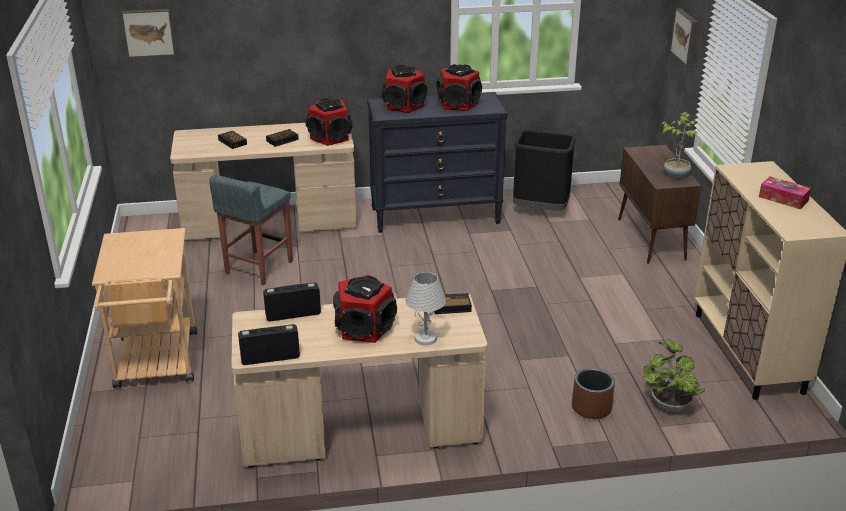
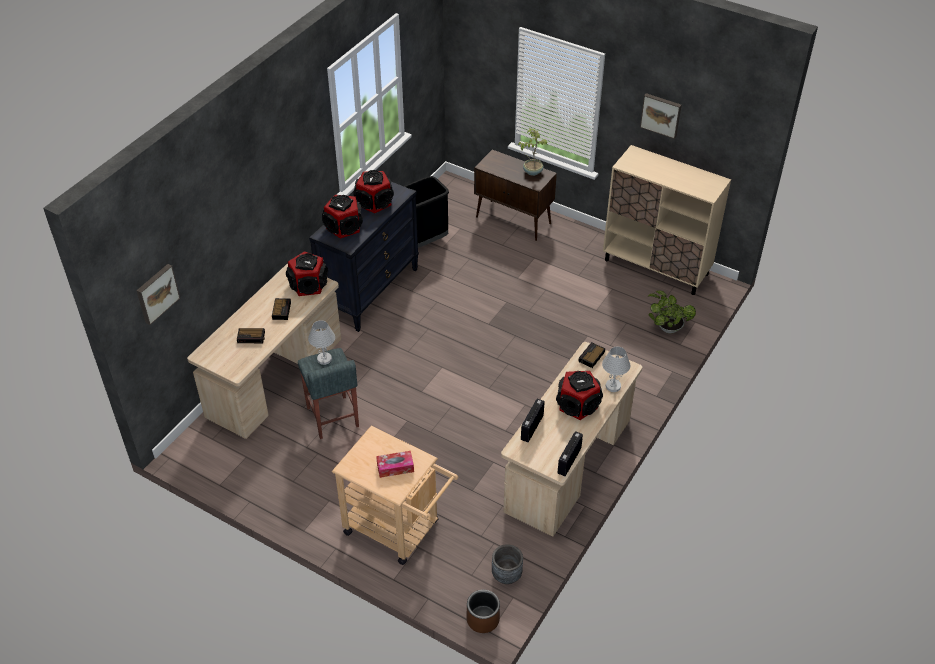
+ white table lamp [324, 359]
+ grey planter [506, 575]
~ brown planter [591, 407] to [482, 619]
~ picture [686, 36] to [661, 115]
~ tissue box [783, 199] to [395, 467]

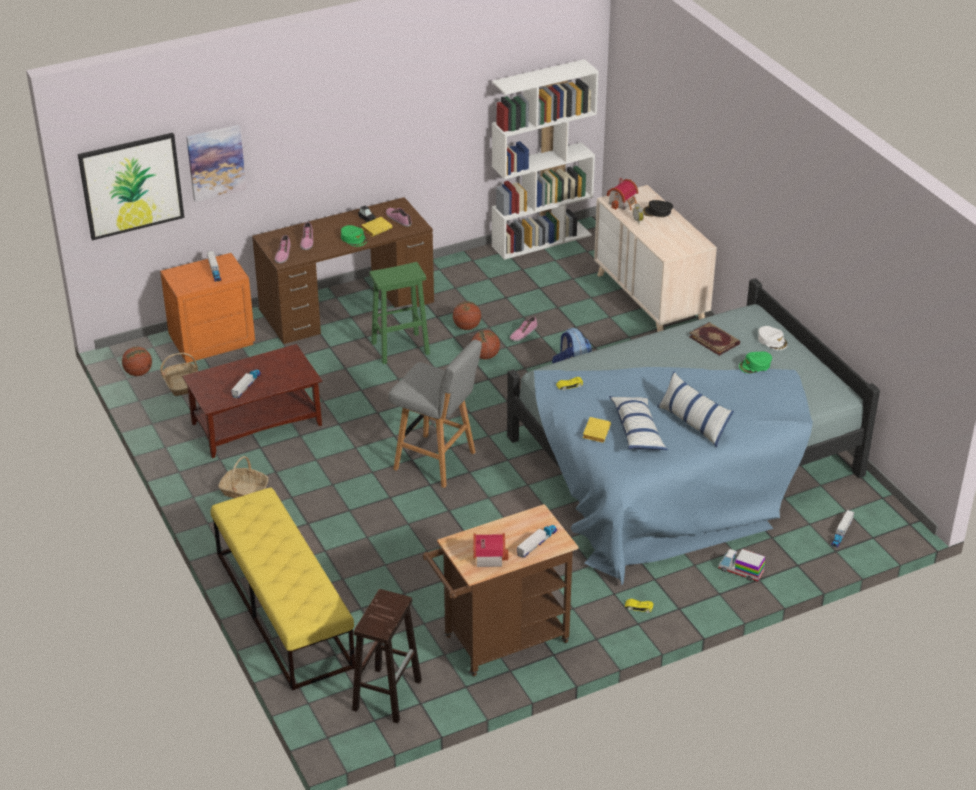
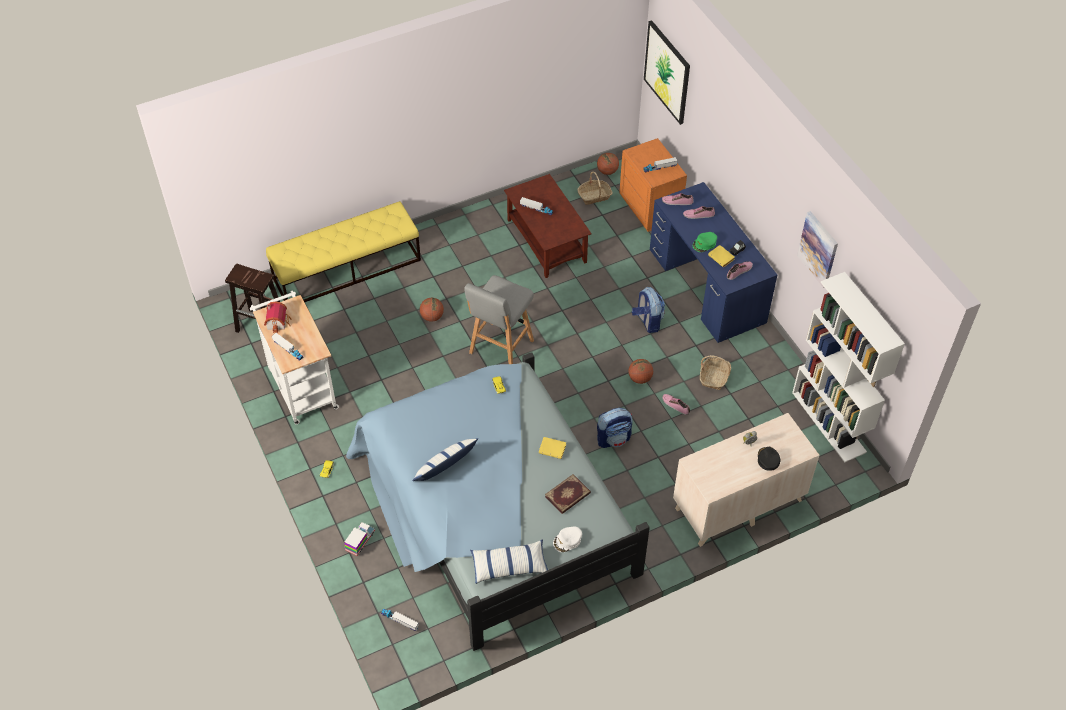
- toy house [623, 203]
- green cap [755, 365]
~ picture [216, 162] to [818, 249]
~ basket [244, 491] to [714, 377]
~ basketball [467, 327] to [432, 317]
~ yellow book [595, 431] to [553, 449]
~ pillow [637, 431] to [509, 565]
~ green stool [399, 348] to backpack [647, 321]
~ brown desk [347, 306] to blue desk [706, 286]
~ brown cart [499, 643] to white cart [301, 385]

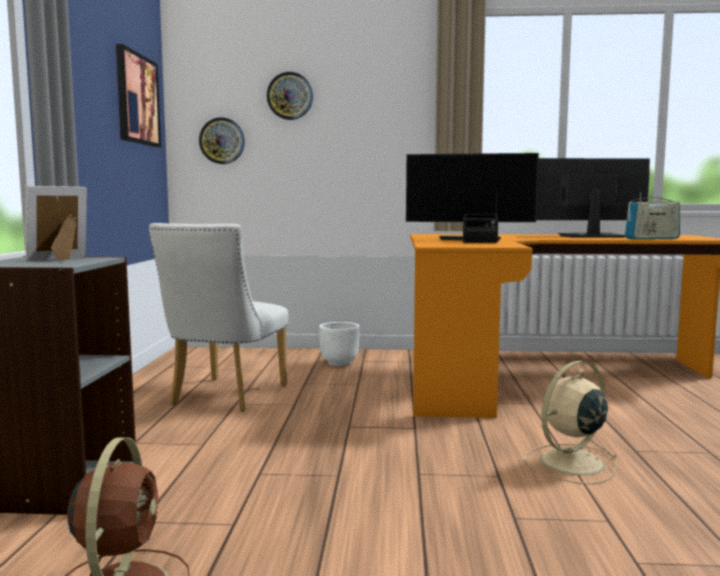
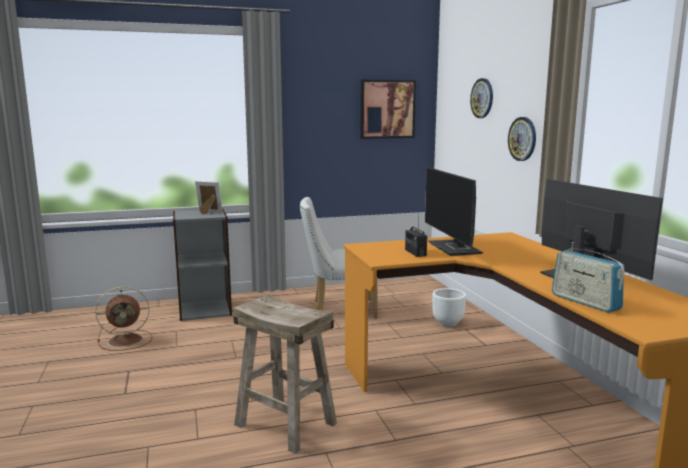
~ wall clock [222, 141] to [522, 139]
~ beige fan [570, 463] to beige stool [284, 424]

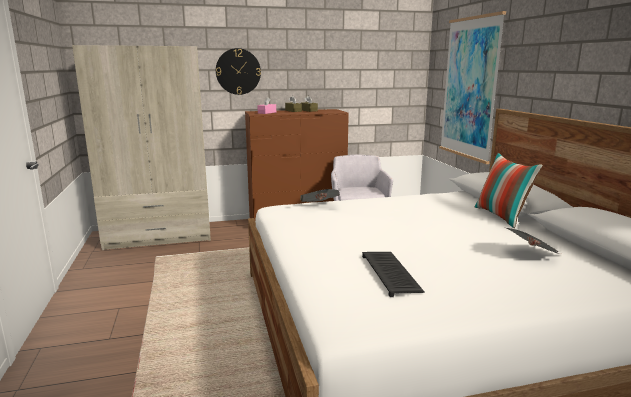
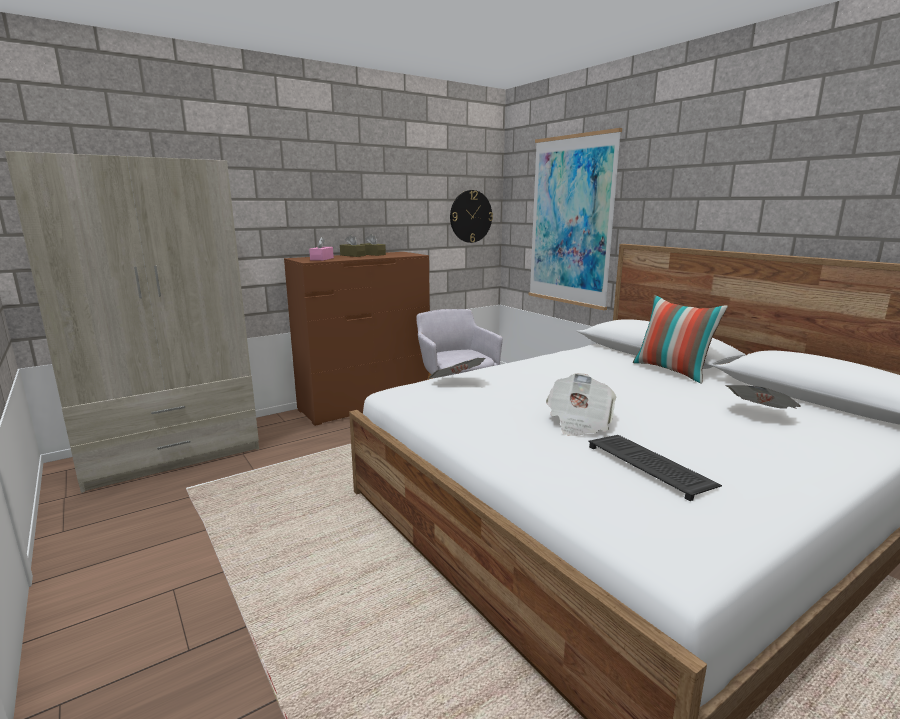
+ newspaper [579, 422]
~ wall clock [238, 71] to [470, 216]

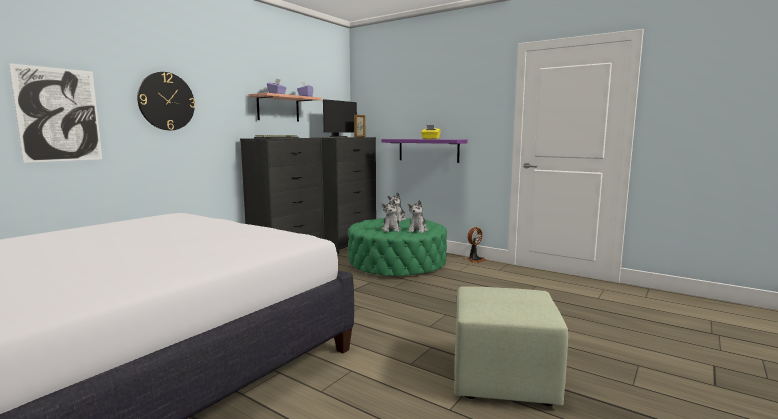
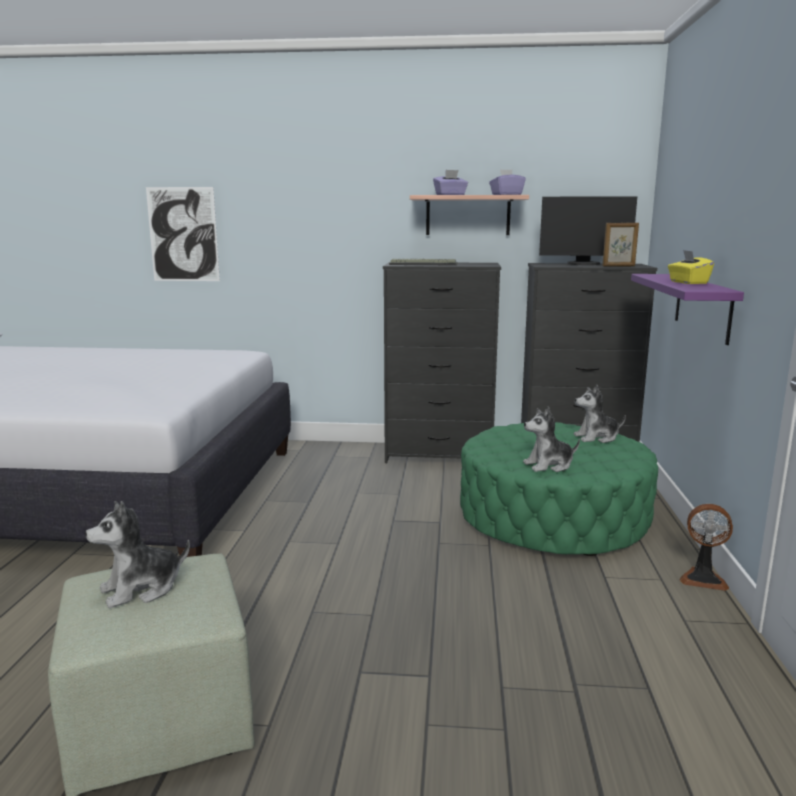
- wall clock [166, 101]
~ plush toy [391, 229] to [141, 589]

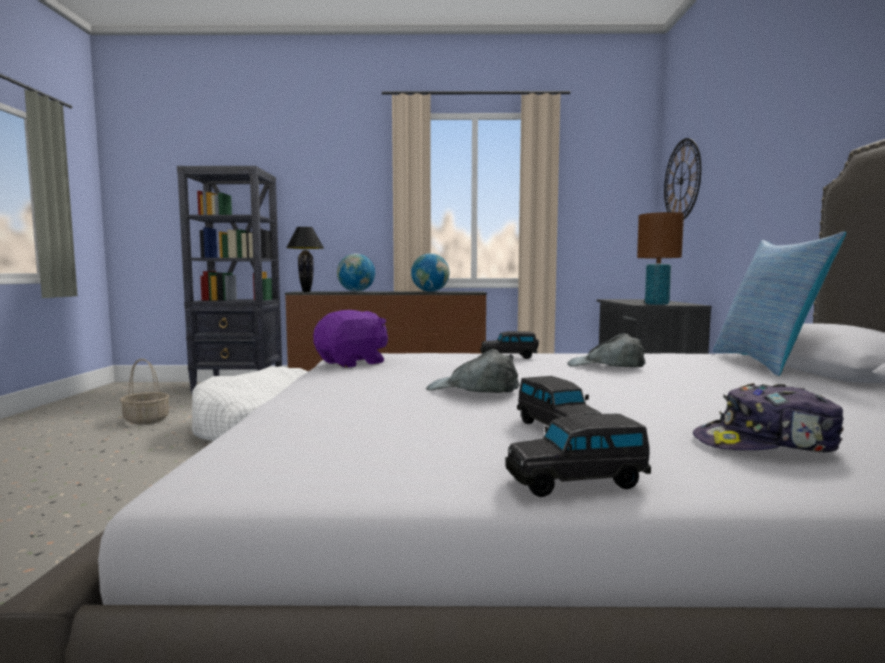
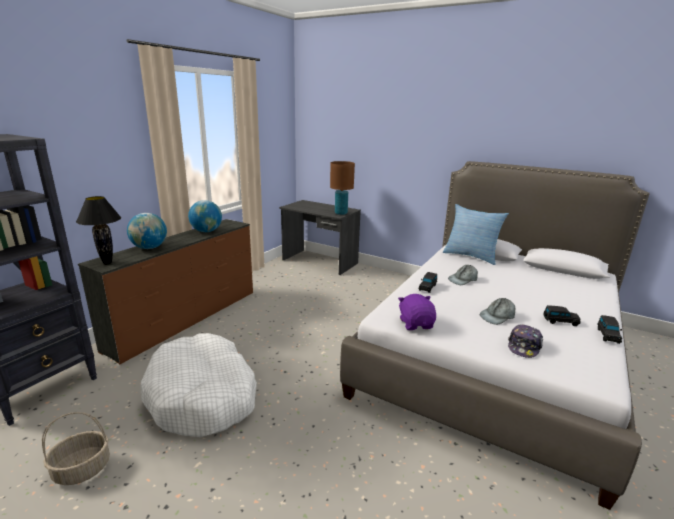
- wall clock [681, 180]
~ cap [766, 444] to [524, 346]

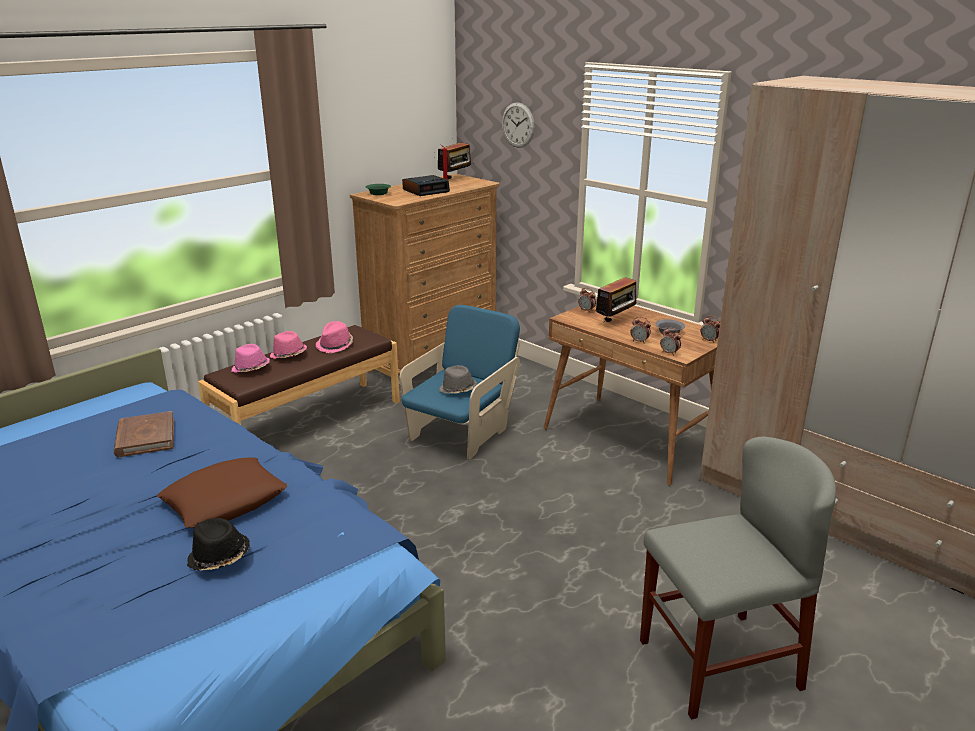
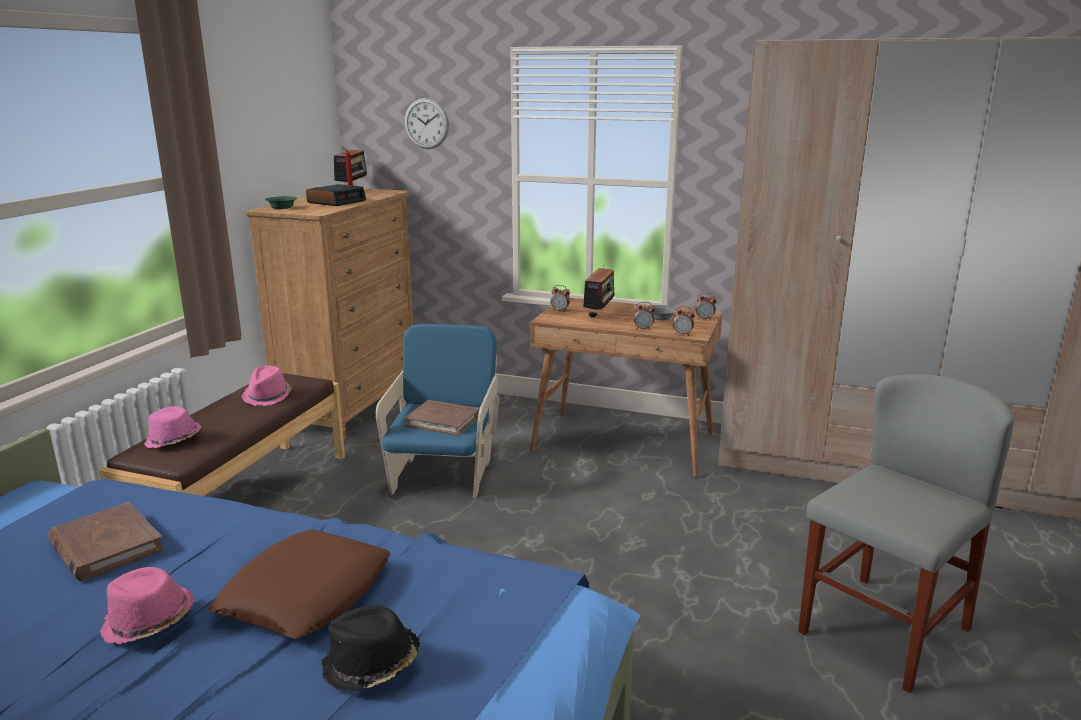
~ pink hat [288, 355] to [148, 623]
~ grey hat [457, 390] to brown book [443, 421]

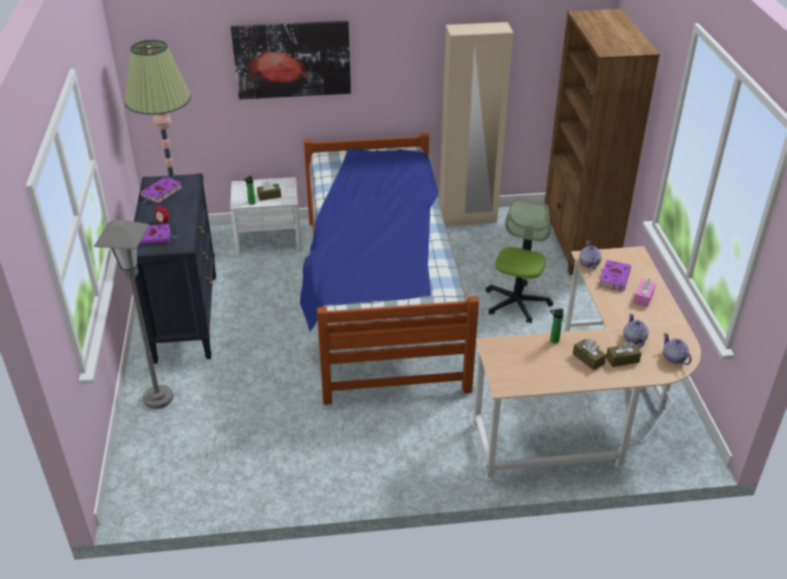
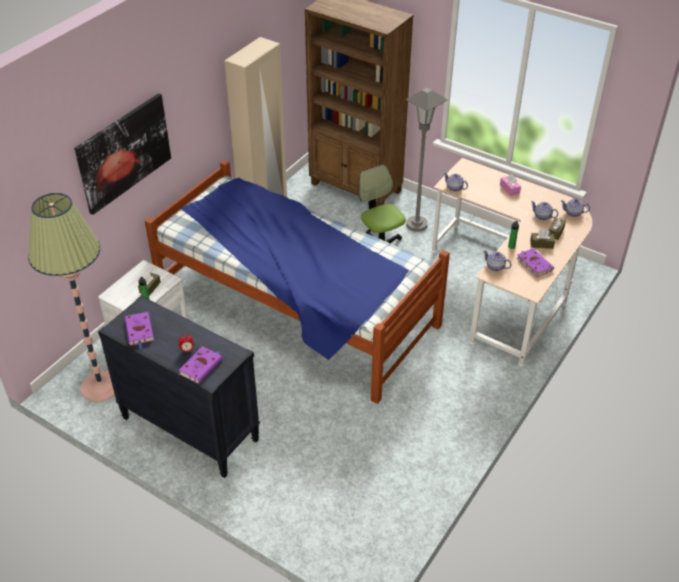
+ teapot [495, 267]
~ grey floor lamp [158, 398] to [416, 225]
~ purple book [614, 277] to [533, 264]

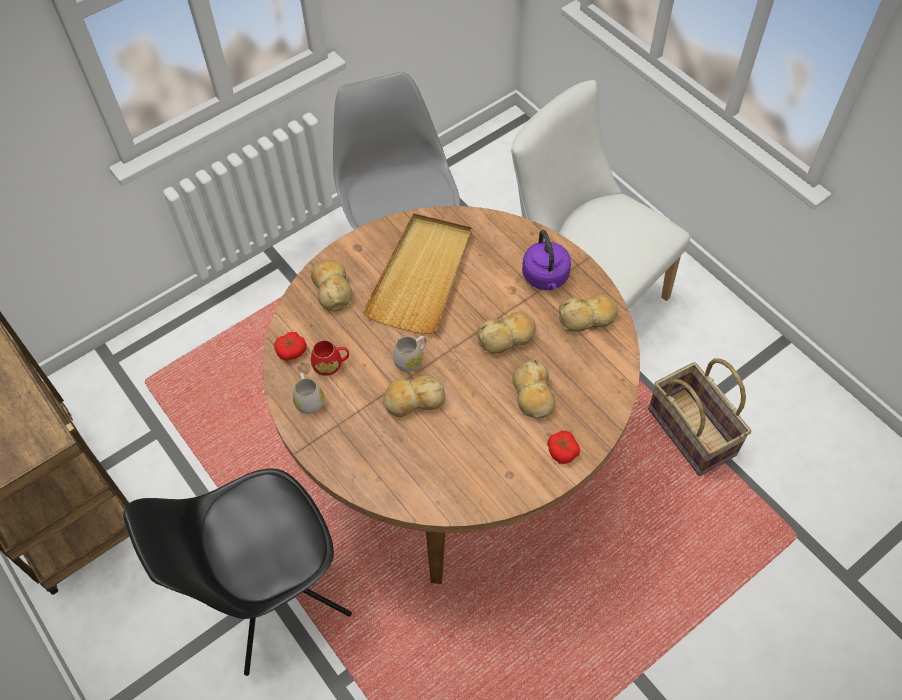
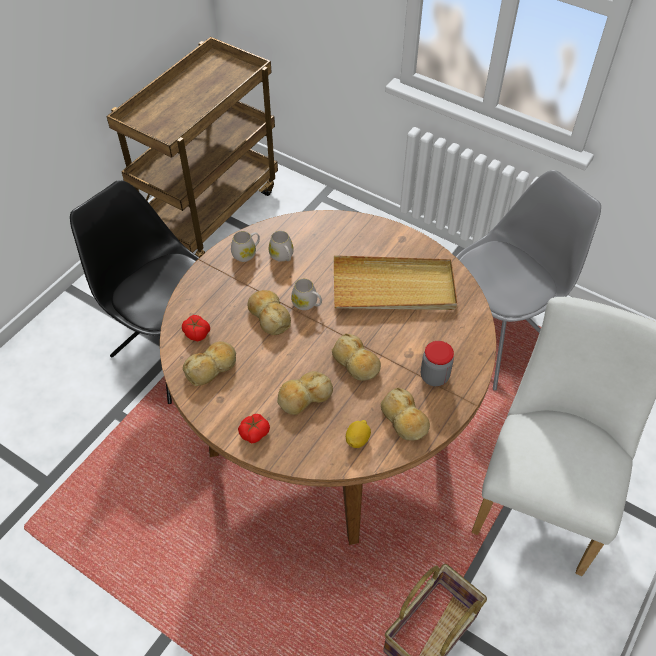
+ lemon [357, 439]
~ tomato [291, 351] to [196, 333]
~ bread [332, 289] to [212, 367]
~ purple kettle [546, 278] to jar [434, 376]
~ red mug [331, 365] to white mug [283, 257]

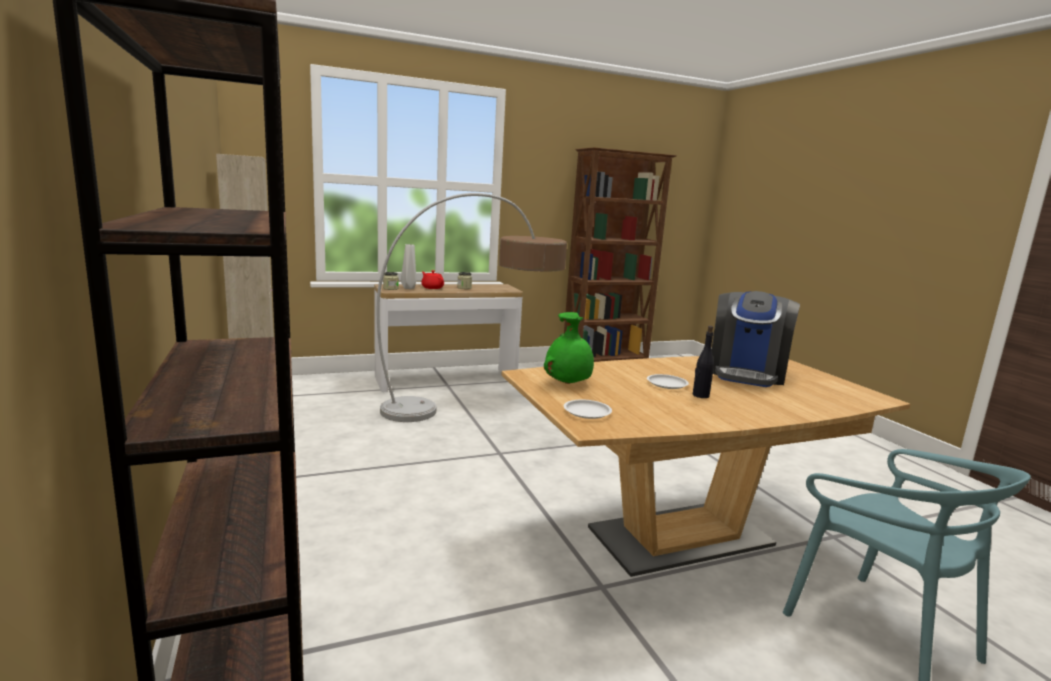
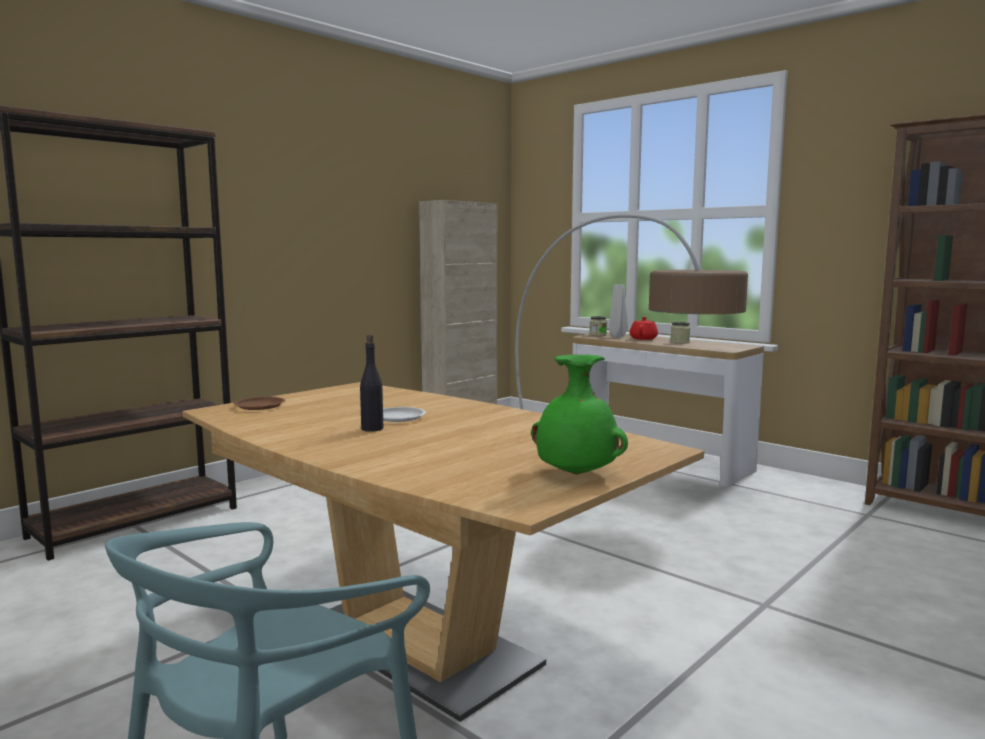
- coffee machine [746, 373]
~ green vase [568, 383] to [576, 474]
~ white plate [587, 412] to brown plate [260, 406]

